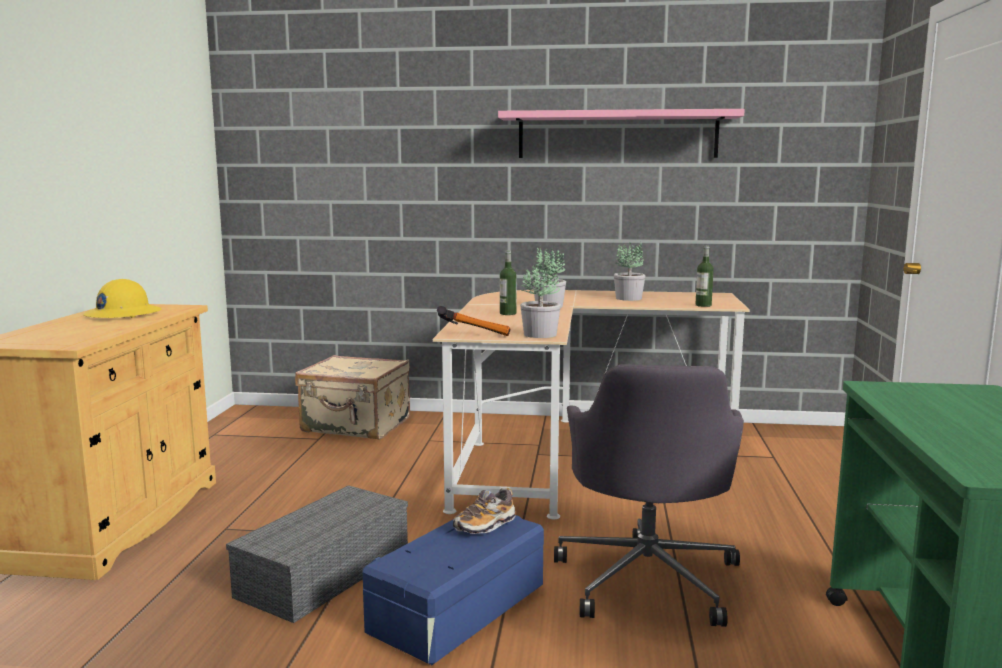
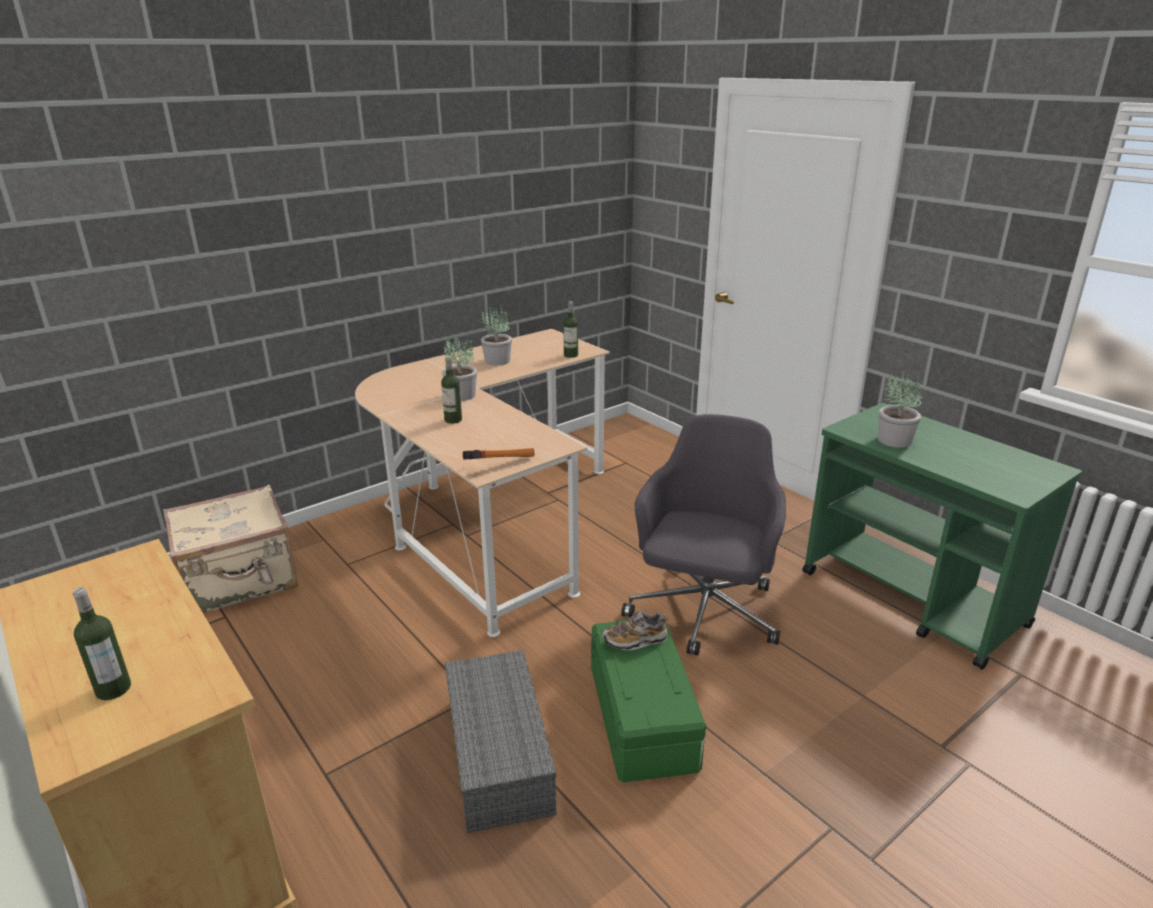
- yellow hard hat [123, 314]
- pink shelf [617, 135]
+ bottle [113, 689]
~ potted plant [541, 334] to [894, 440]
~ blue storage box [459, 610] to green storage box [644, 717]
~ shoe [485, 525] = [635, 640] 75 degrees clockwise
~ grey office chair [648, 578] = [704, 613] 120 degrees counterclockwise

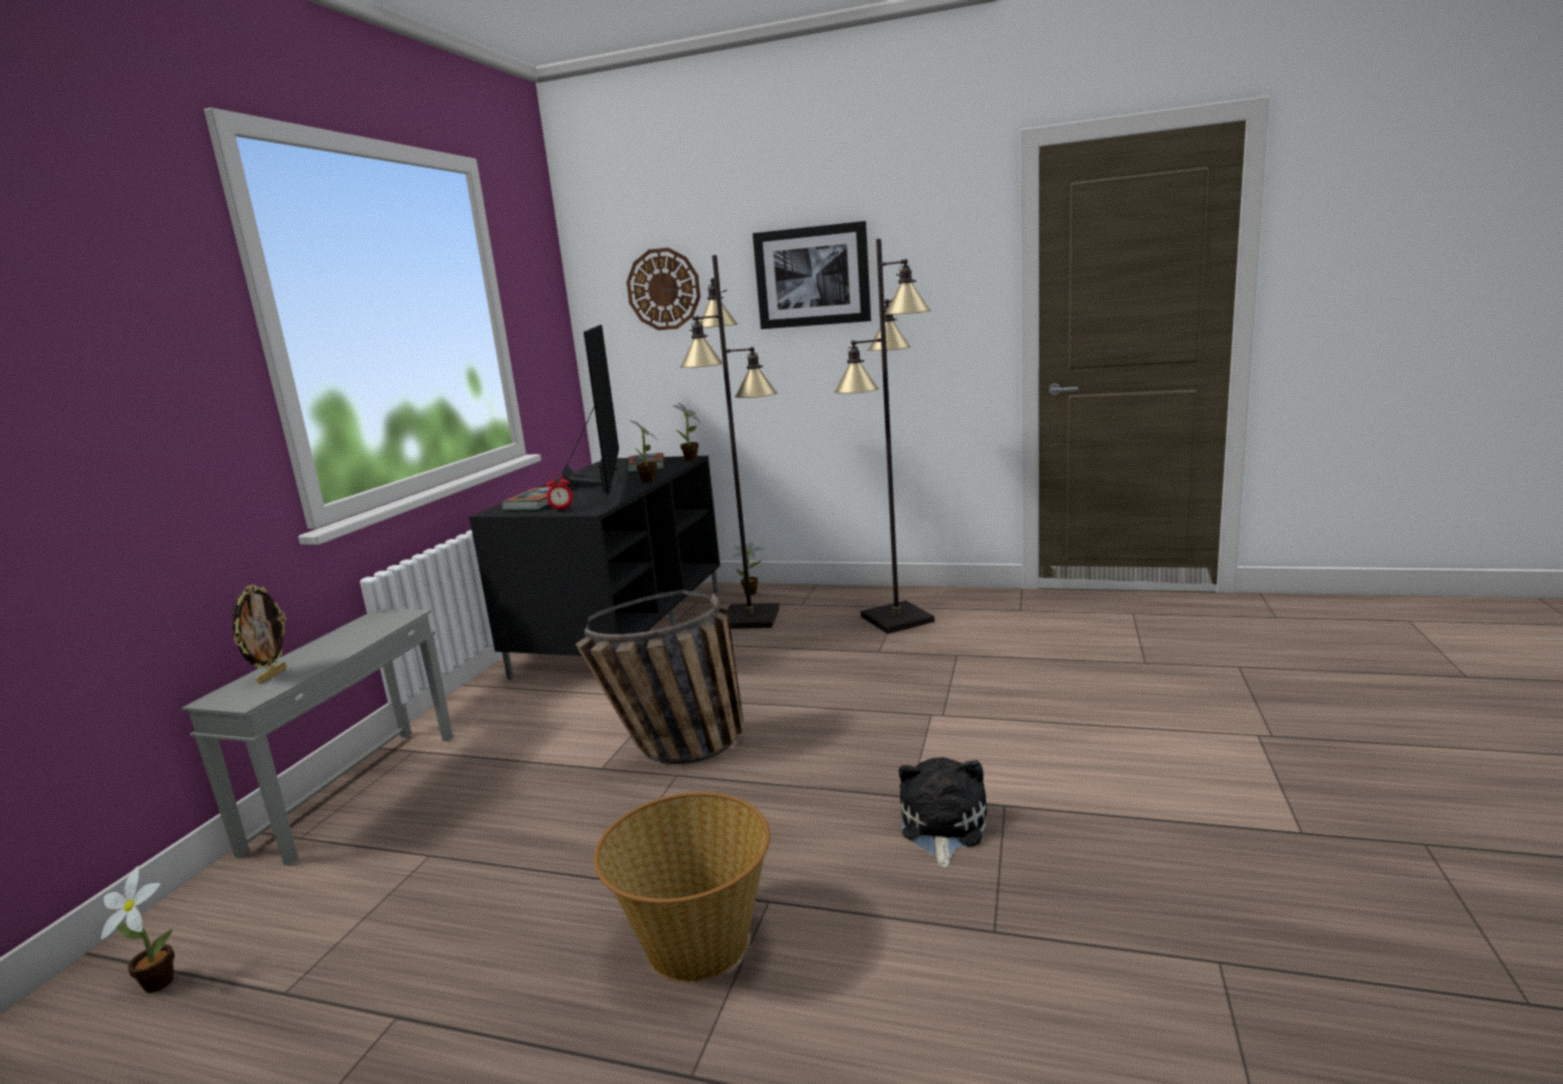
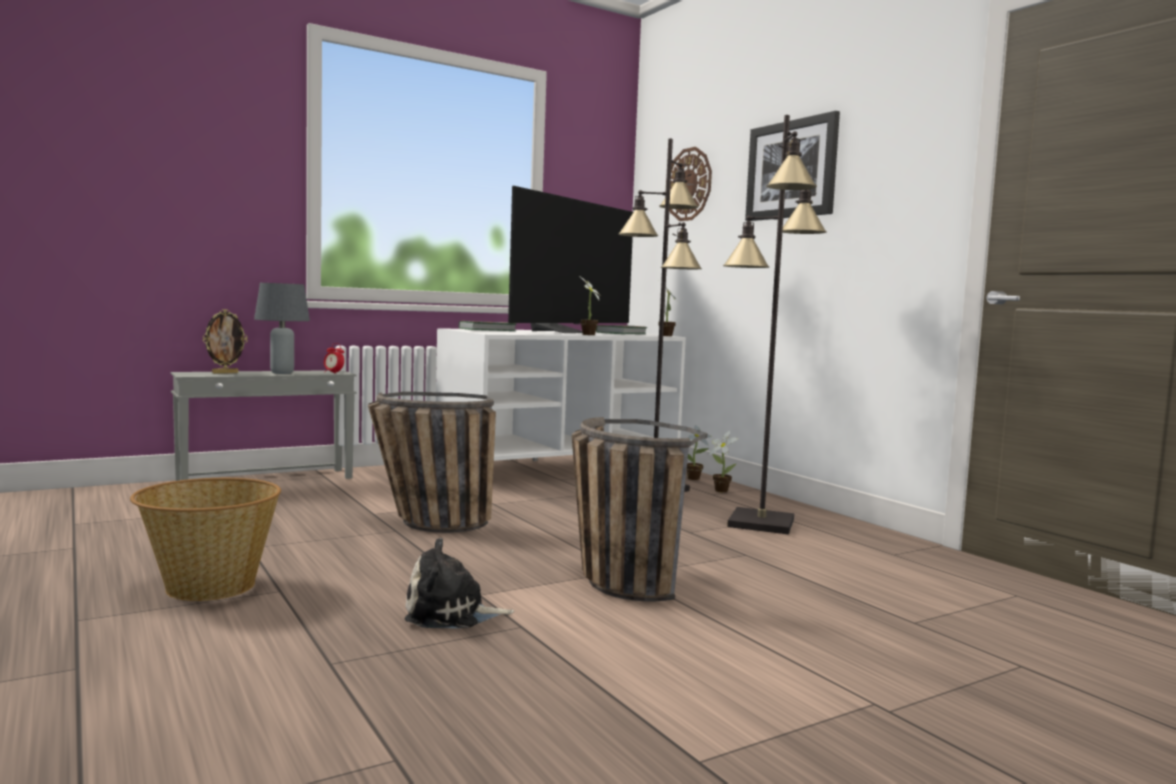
+ grey table lamp [281, 373]
+ basket [613, 578]
~ potted plant [157, 981] to [720, 490]
~ alarm clock [561, 510] to [333, 373]
~ black tv stand [623, 630] to white tv stand [559, 469]
~ plush toy [941, 827] = [451, 614] 150 degrees counterclockwise

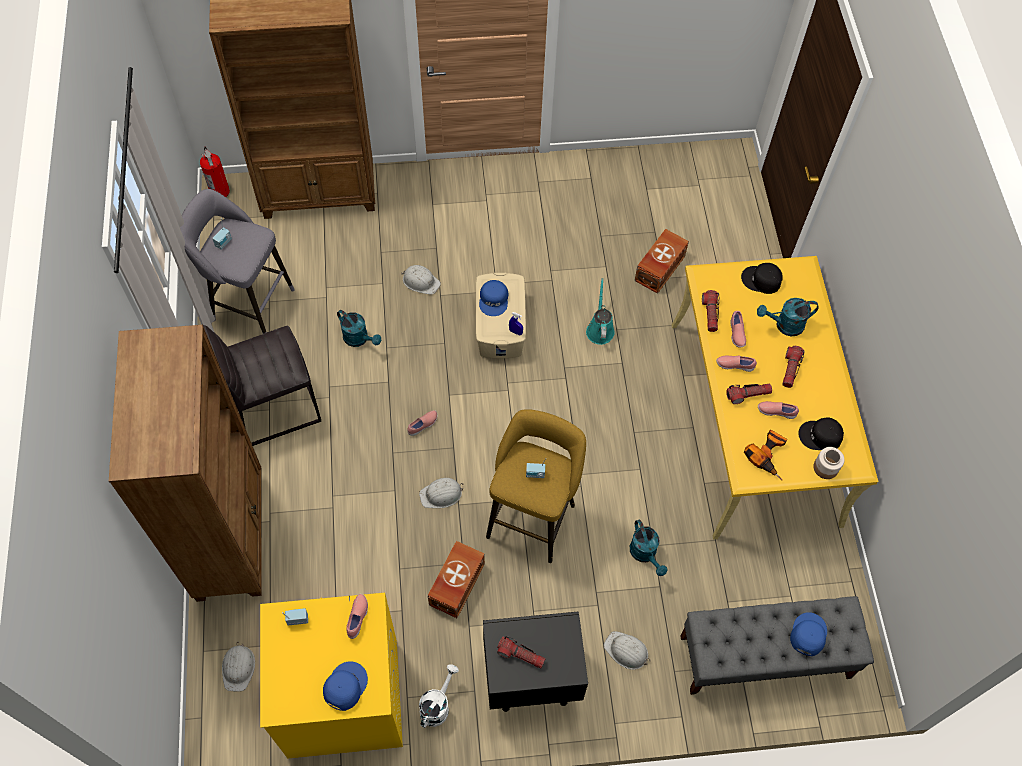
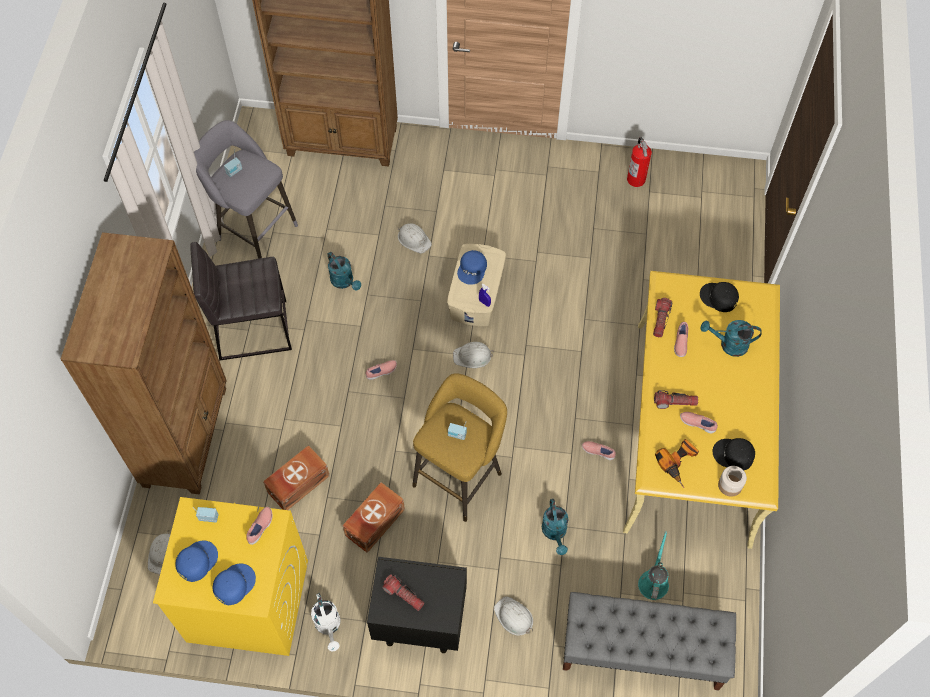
- flashlight [790, 369]
~ fire extinguisher [220, 191] to [636, 179]
~ white hard hat [441, 494] to [472, 356]
~ turquoise watering can [600, 329] to [654, 581]
~ brown storage box [658, 268] to [297, 484]
~ pink shoe [734, 365] to [598, 451]
~ blue cap [807, 634] to [196, 561]
~ white watering can [437, 705] = [329, 626] 120 degrees clockwise

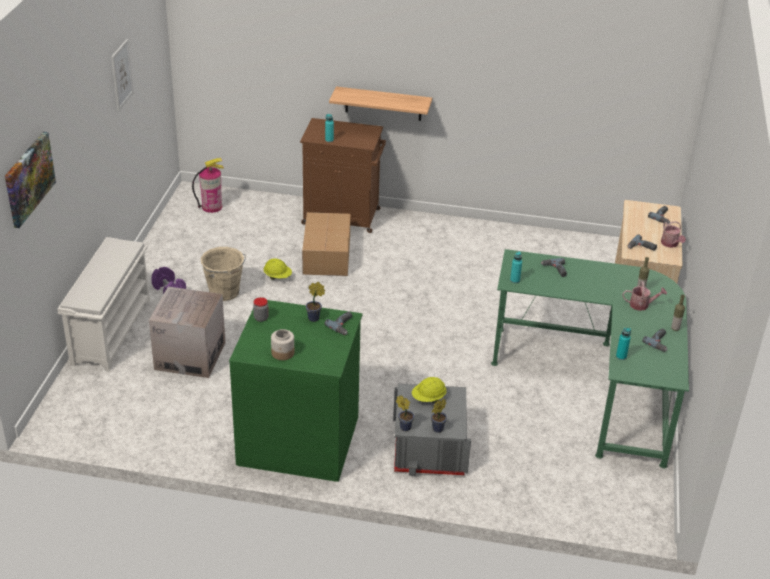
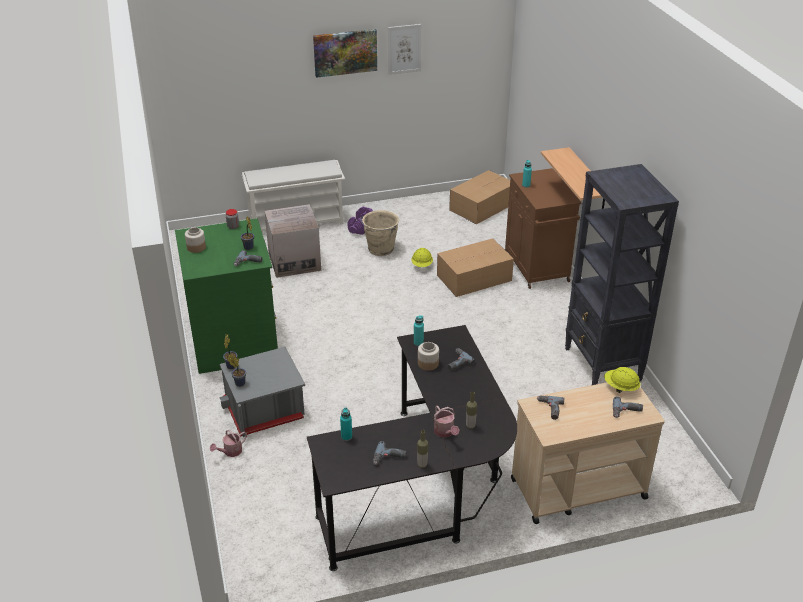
+ jar [427, 363]
+ black bookcase [602, 365]
~ picture [29, 178] to [345, 52]
~ yellow hard hat [428, 399] to [620, 387]
~ watering can [670, 244] to [230, 452]
~ fire extinguisher [212, 207] to cardboard box [483, 206]
~ green desk [596, 383] to black desk [426, 488]

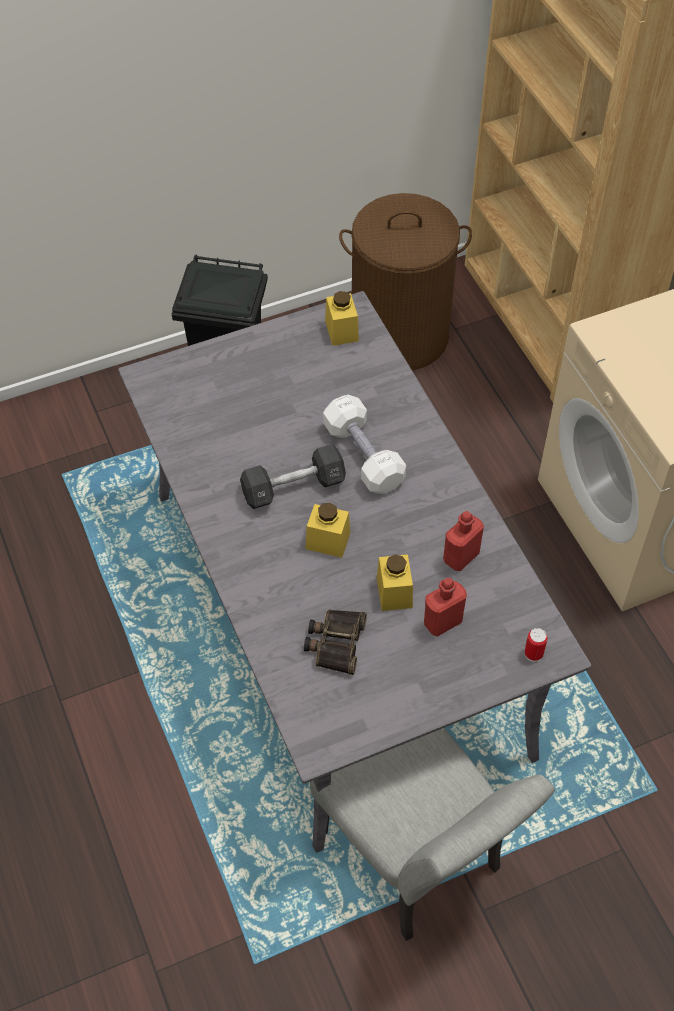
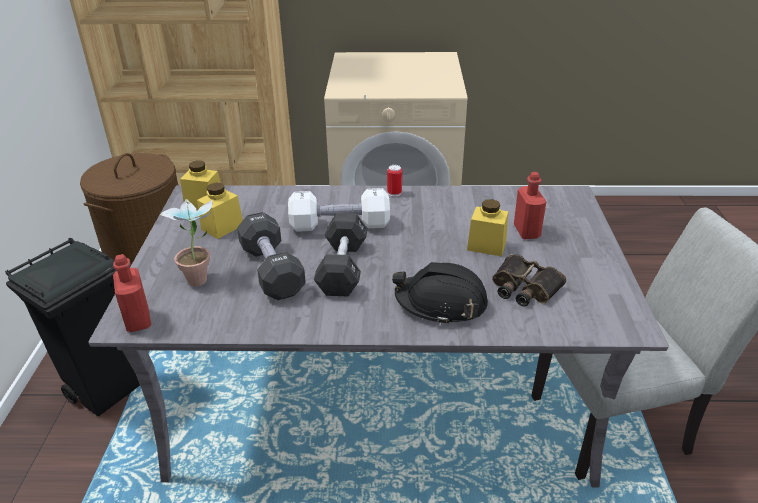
+ potted plant [201, 276]
+ black dumbbell [272, 270]
+ black hard hat [441, 303]
~ yellow jar [328, 541] to [222, 227]
~ red bottle [461, 557] to [138, 320]
~ can [533, 653] to [394, 193]

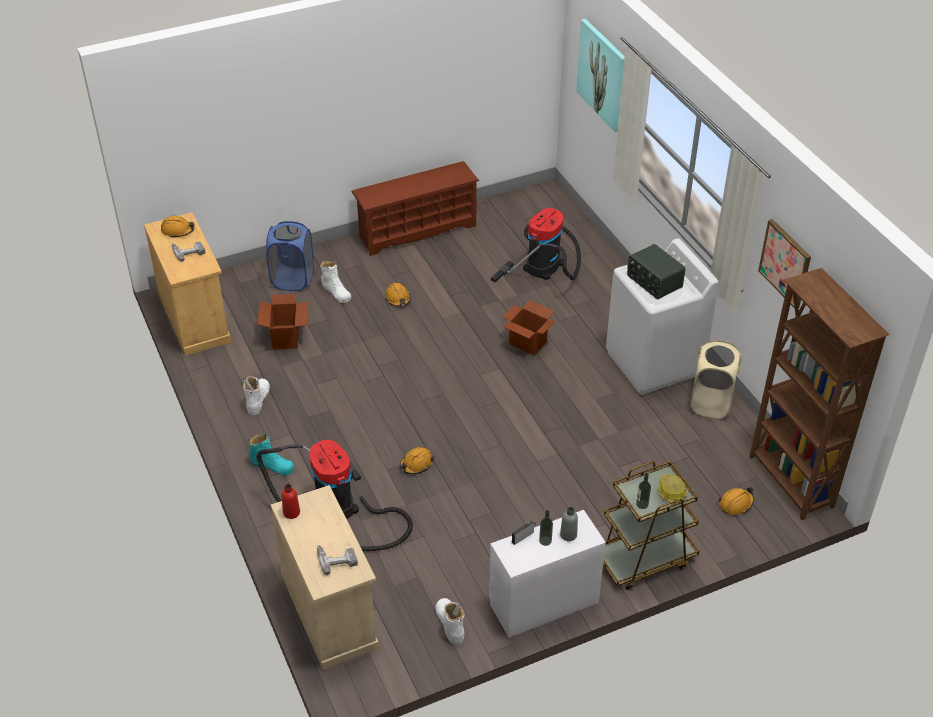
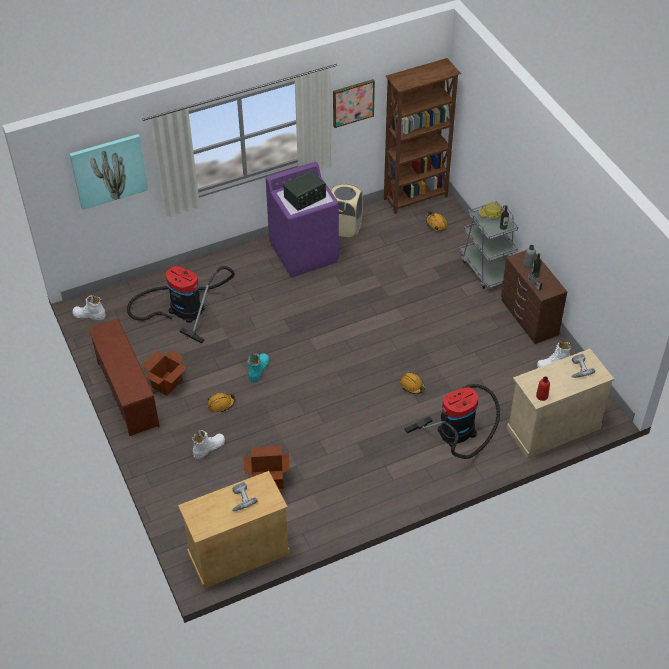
- orange hard hat [178, 230]
- blue laundry basket [293, 279]
~ white boot [258, 399] to [89, 315]
~ turquoise boot [272, 465] to [258, 369]
~ cardboard box [527, 343] to [167, 384]
~ white dresser [543, 602] to brown dresser [528, 318]
~ brown cart [644, 559] to grey cart [487, 269]
~ white washing machine [654, 363] to purple washing machine [304, 253]

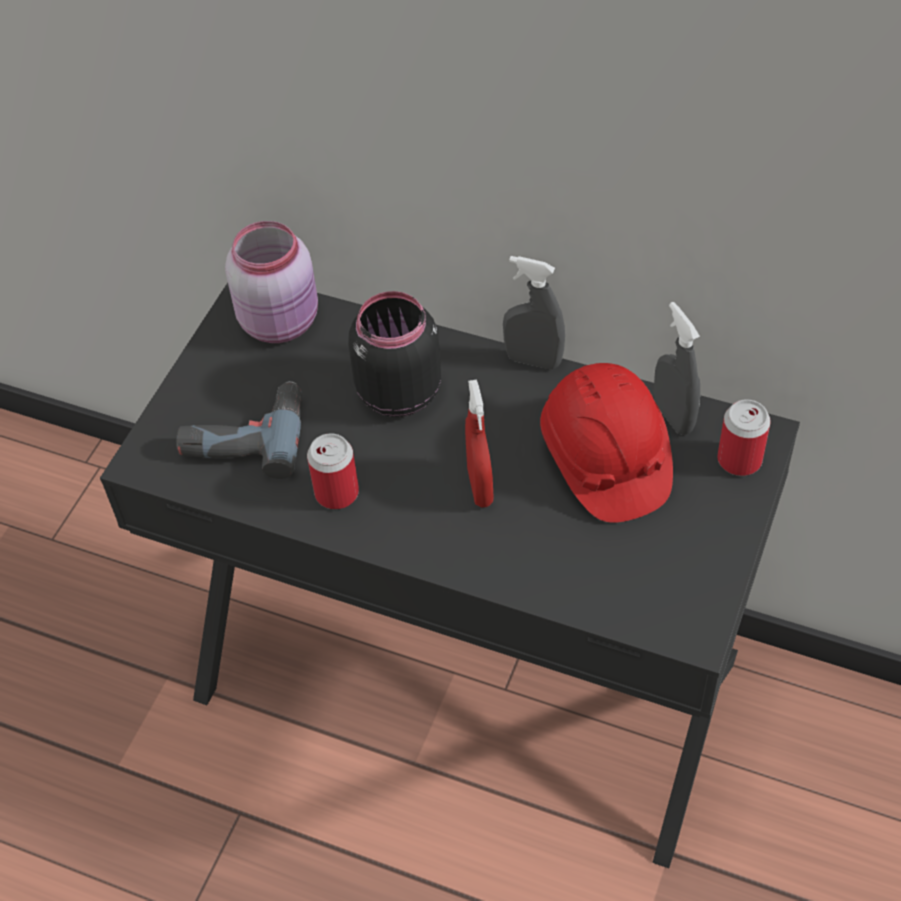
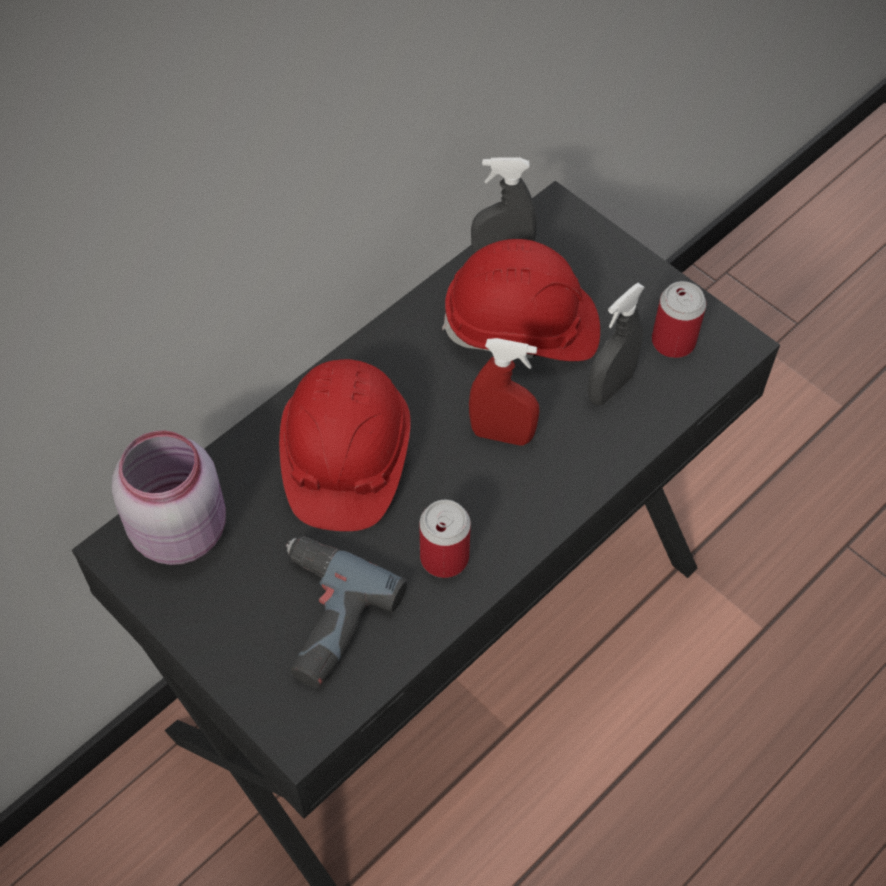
~ grey spray bottle [533, 360] to [610, 388]
~ can [739, 459] to [673, 341]
~ black jar [396, 392] to red hard hat [345, 459]

